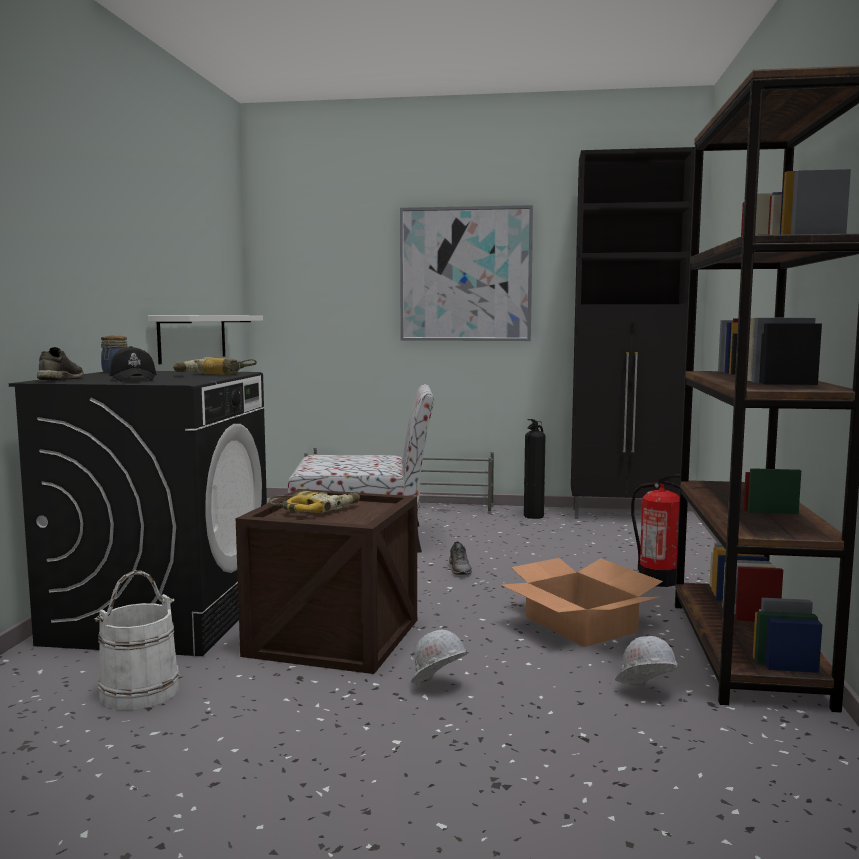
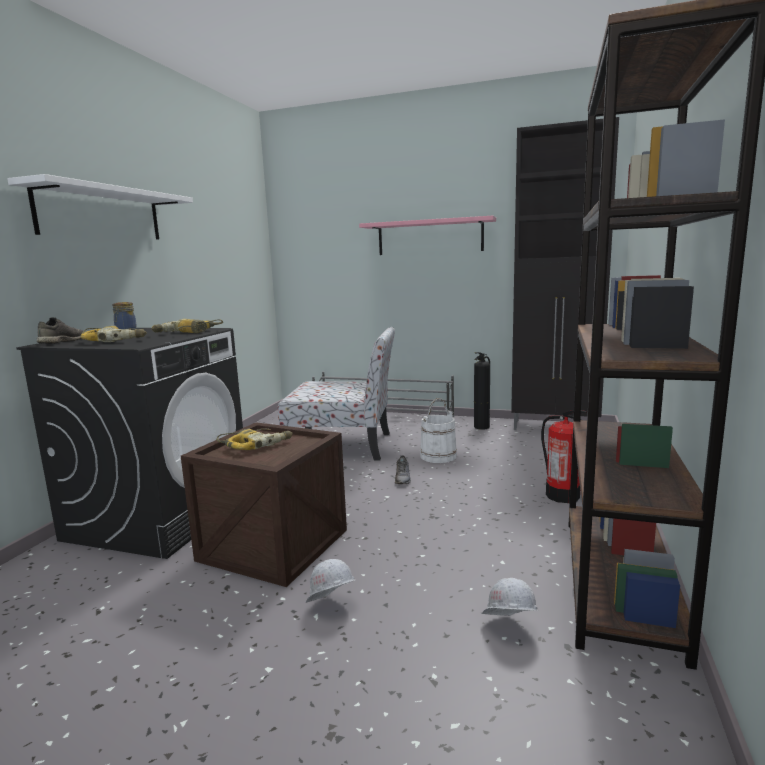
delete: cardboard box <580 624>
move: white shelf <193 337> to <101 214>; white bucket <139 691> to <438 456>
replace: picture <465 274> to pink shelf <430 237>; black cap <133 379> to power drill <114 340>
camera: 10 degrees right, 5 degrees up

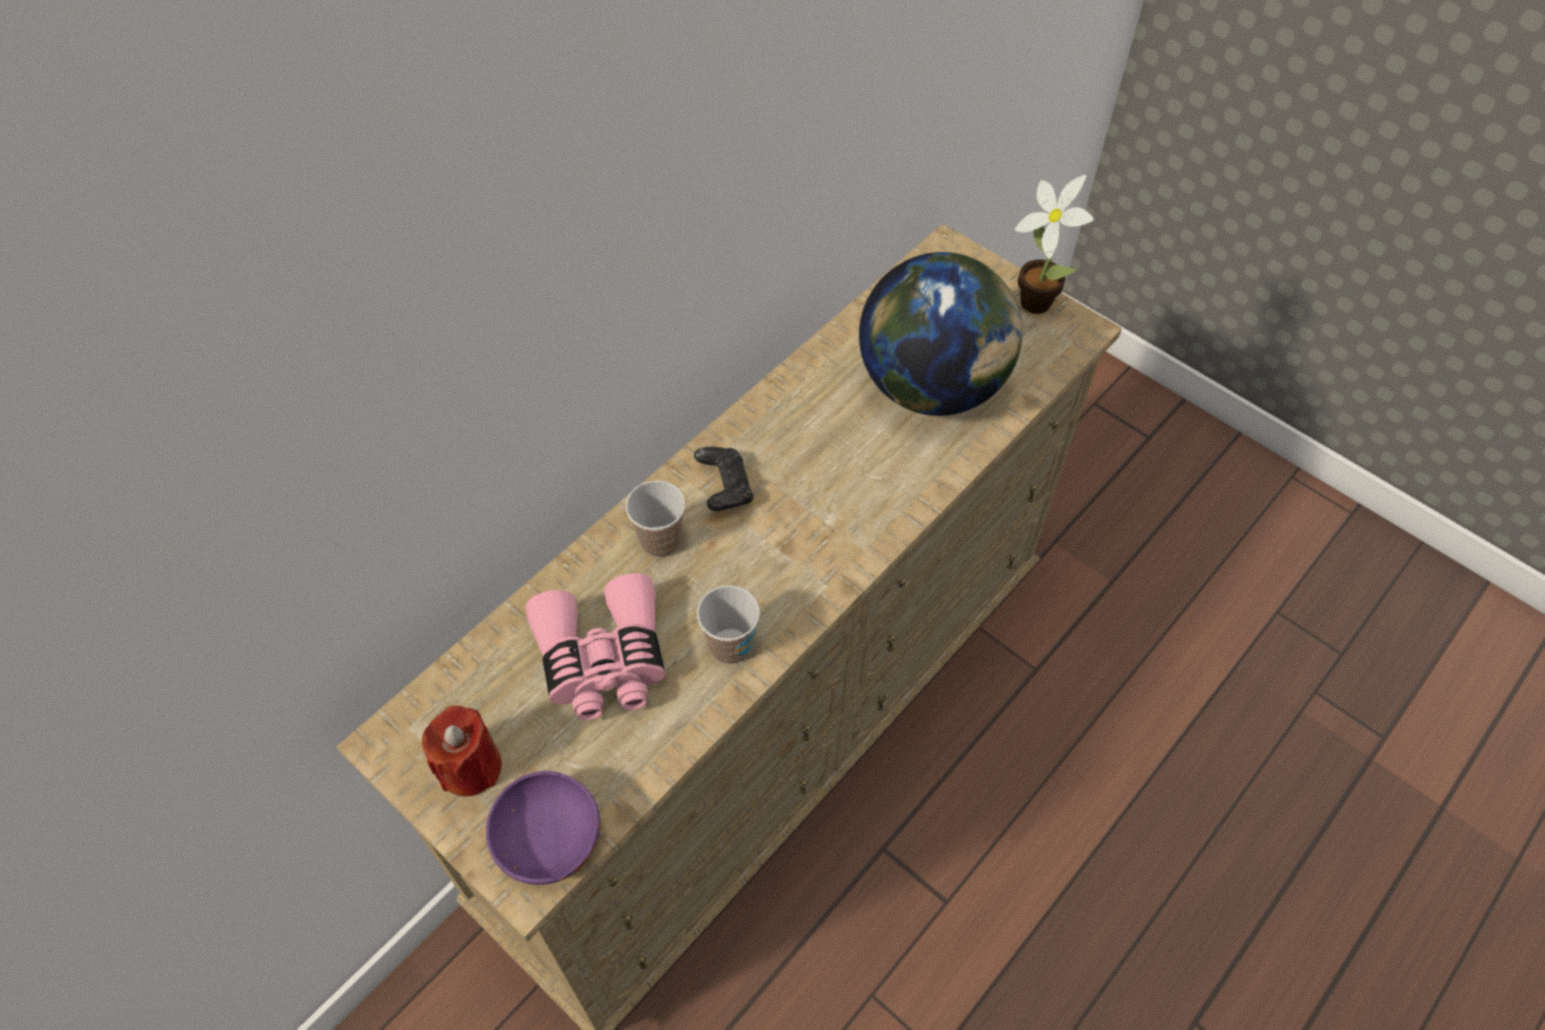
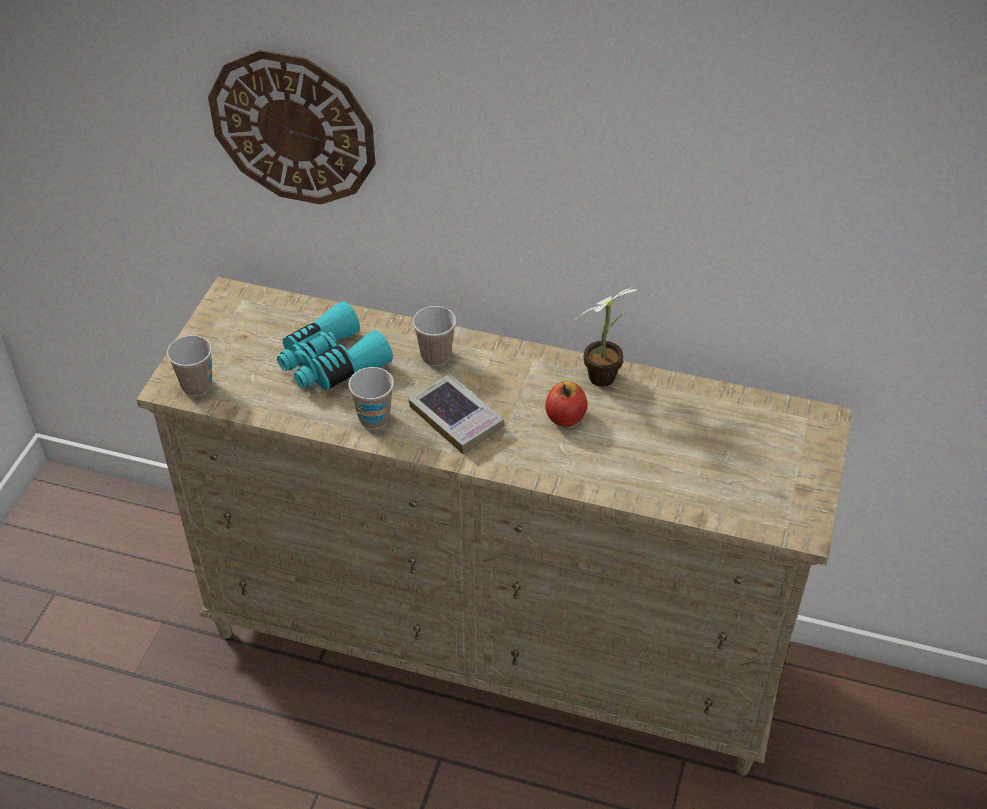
delete: globe <932 386>; black game controller <724 488>; red candle <470 767>
insert: wall clock <293 128>; book <456 418>; apple <565 417>
move: potted plant <1034 298> to <606 375>
replace: purple bowl <548 843> to cup <197 386>
recolor: pink binoculars <603 660> to turquoise binoculars <331 363>
camera: 65 degrees right, 10 degrees down

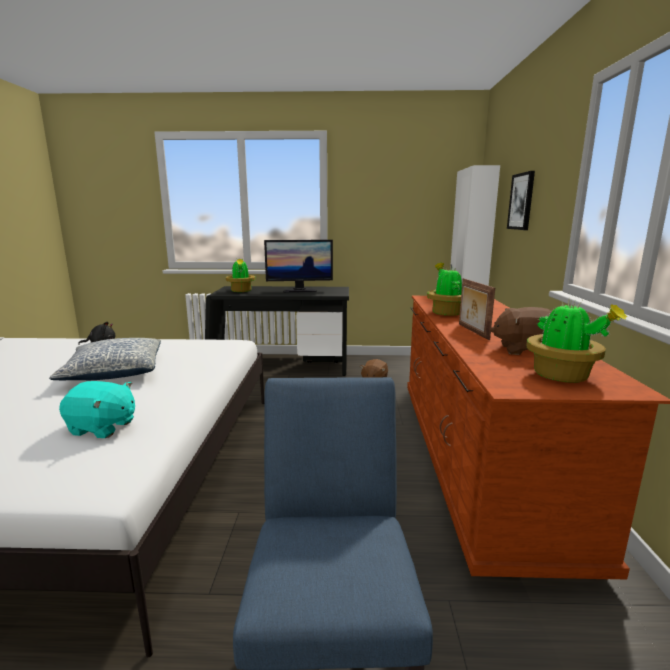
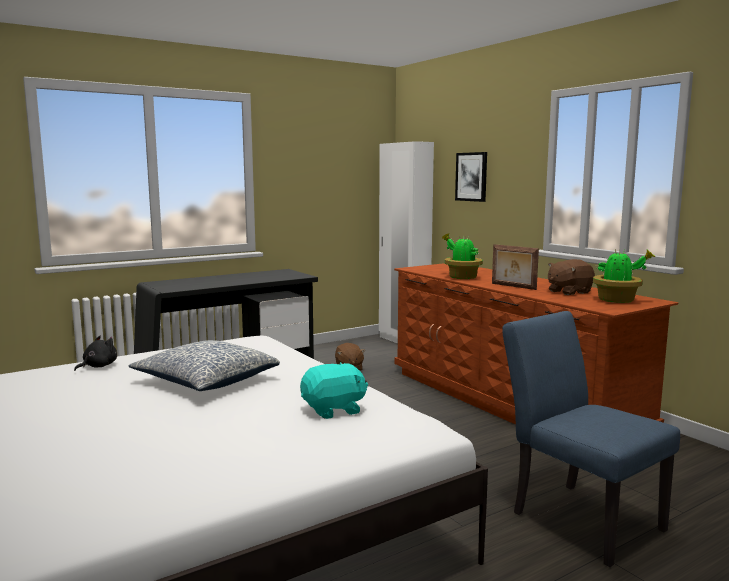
delete: monitor <299 290>; potted plant <241 291>
camera: 35 degrees left, 5 degrees down

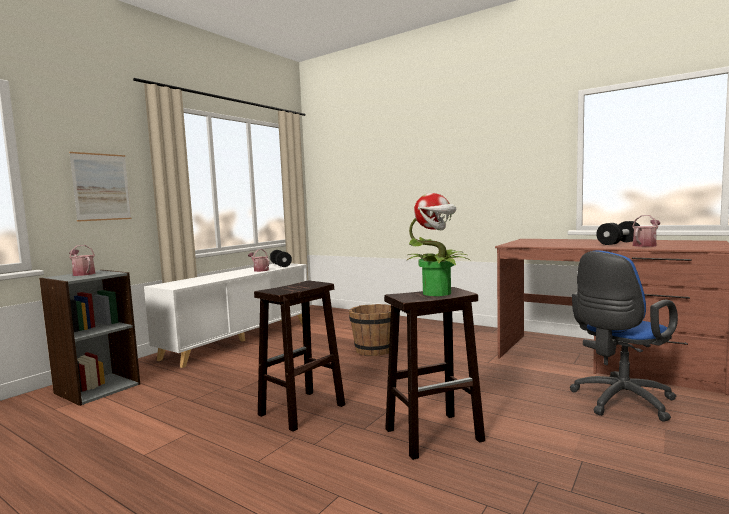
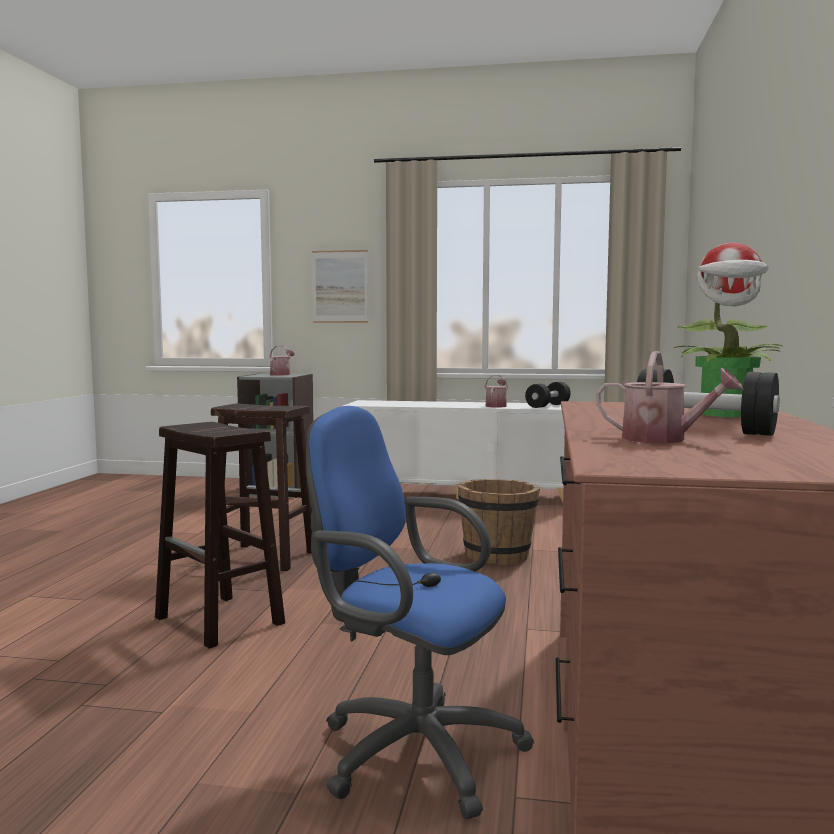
move: potted plant <438 293> to <726 414>
camera: 65 degrees right, 0 degrees up

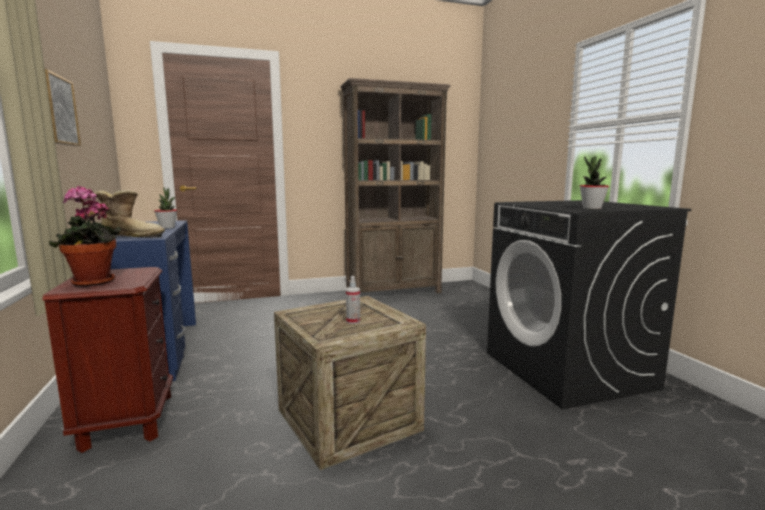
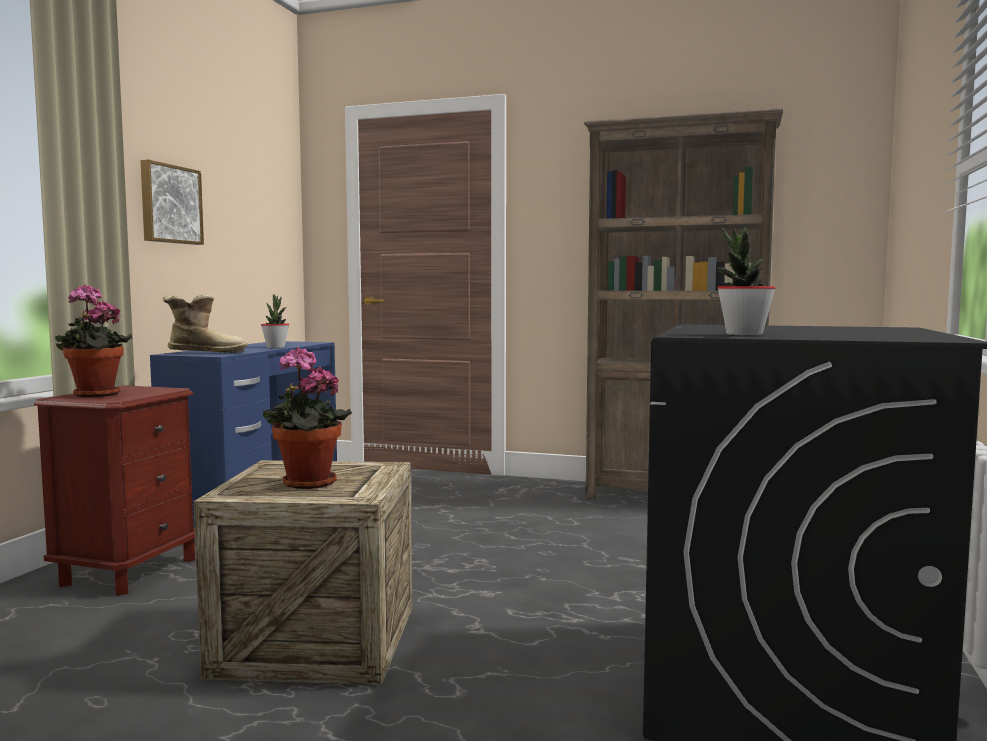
replace: spray bottle <353 321> to potted plant <305 484>
rotate: boot <131 236> = <205 352> 45 degrees counterclockwise
camera: 35 degrees right, 5 degrees down

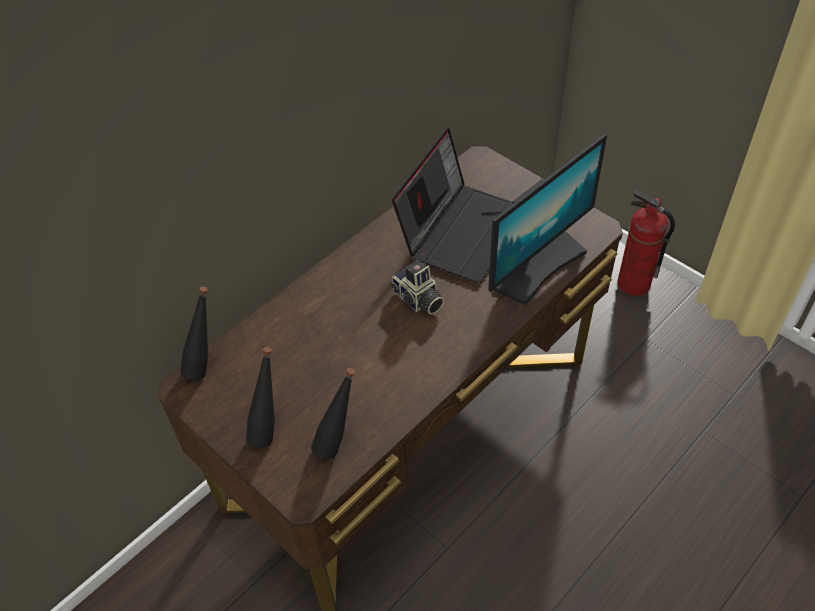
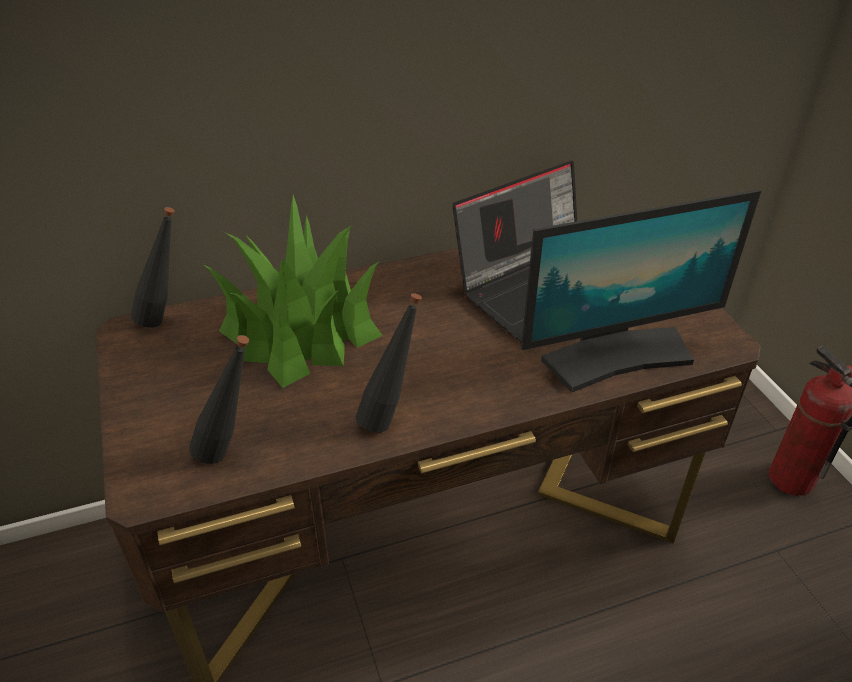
delete: photo camera <418 300>
insert: potted plant <302 331>
move: black bottle <269 429> to <390 417>
camera: 25 degrees right, 10 degrees down

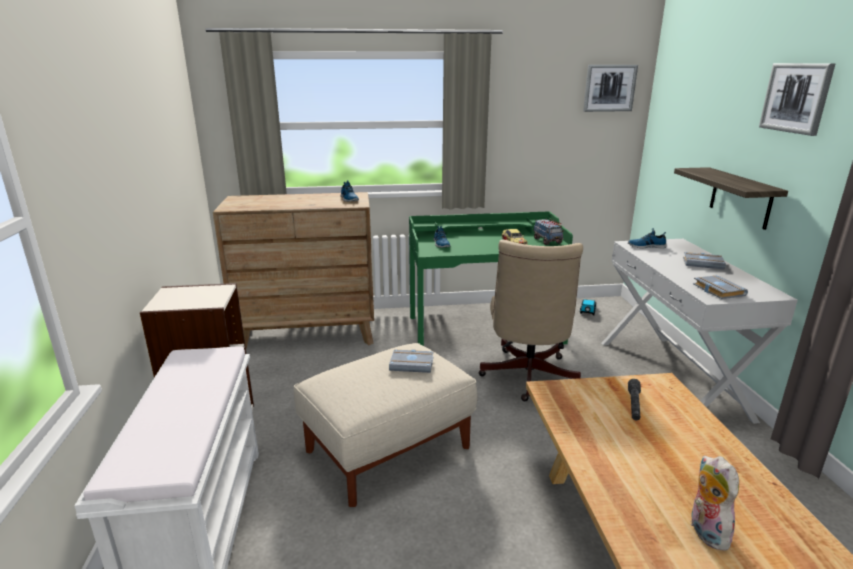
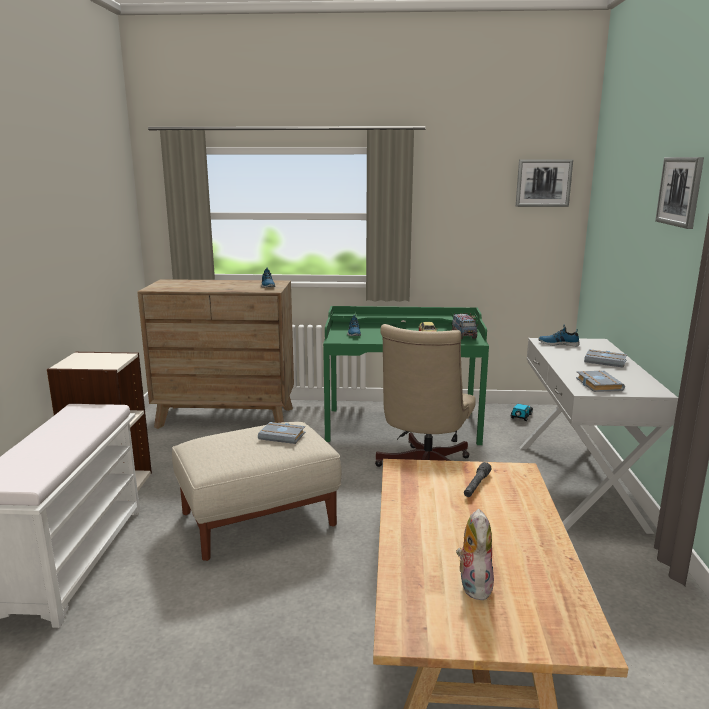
delete: shelf <740 198>
camera: 10 degrees right, 5 degrees down

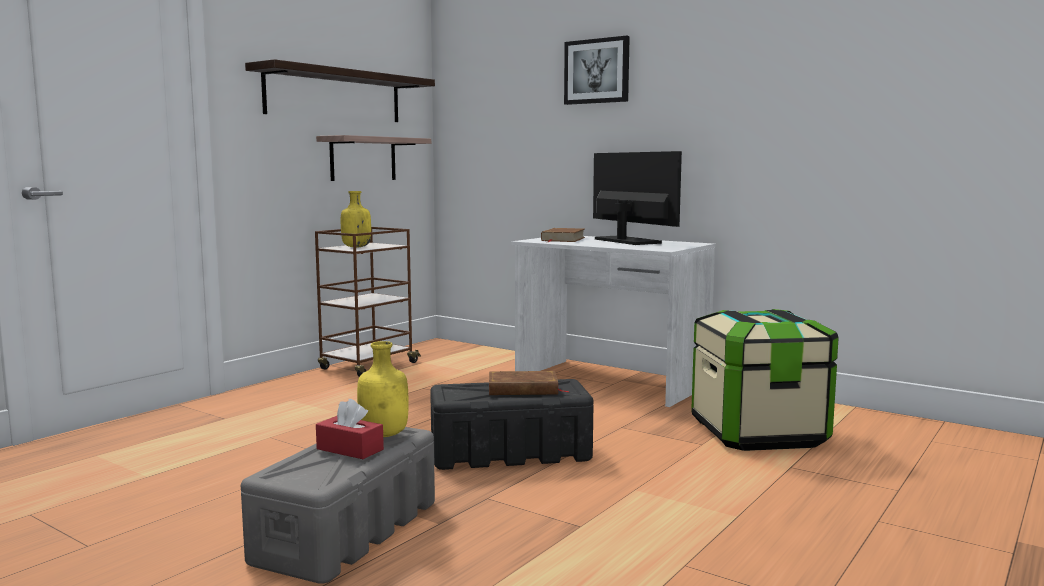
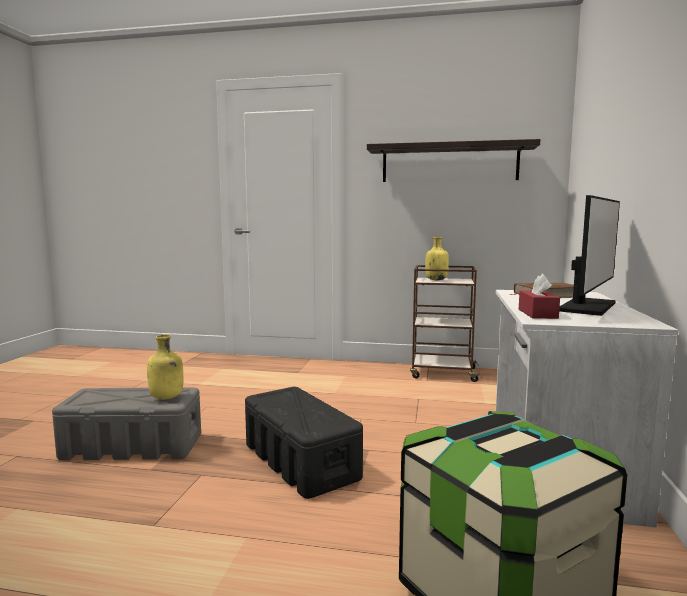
delete: picture <597 71>; shelf <363 159>; brown book <523 389>
move: red tissue box <350 449> to <537 314>
camera: 65 degrees right, 0 degrees up

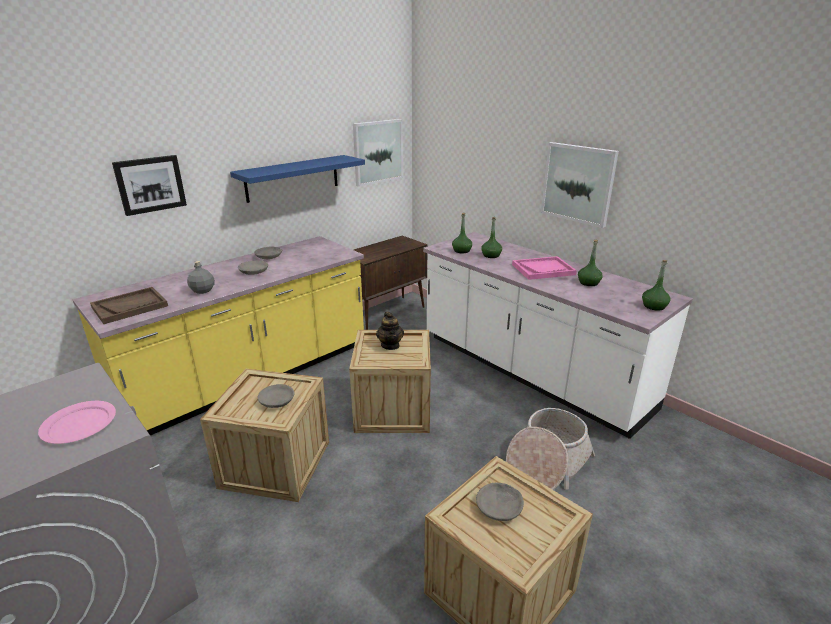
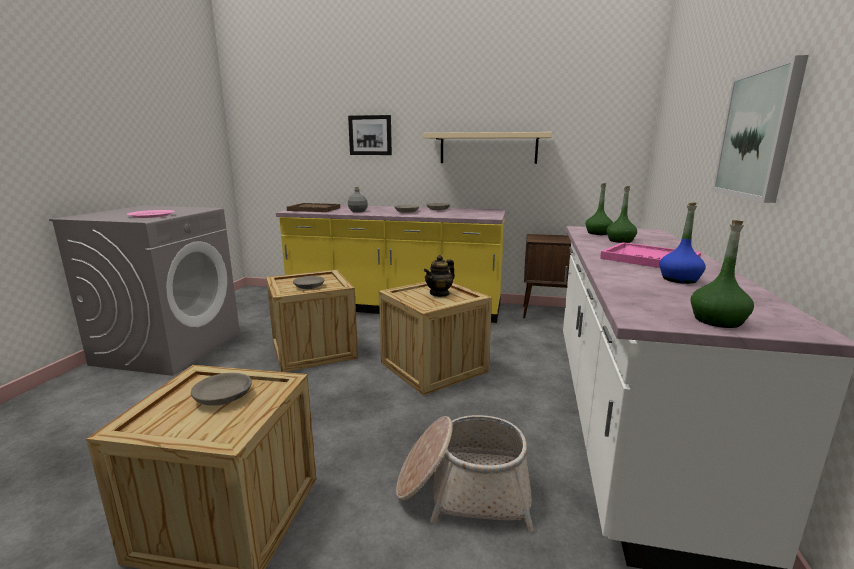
delete: picture <377 152>
recolor: blue shelf <292 178> to beige shelf <488 148>; green bottle <588 283> to blue bottle <679 279>
camera: 55 degrees right, 10 degrees down

